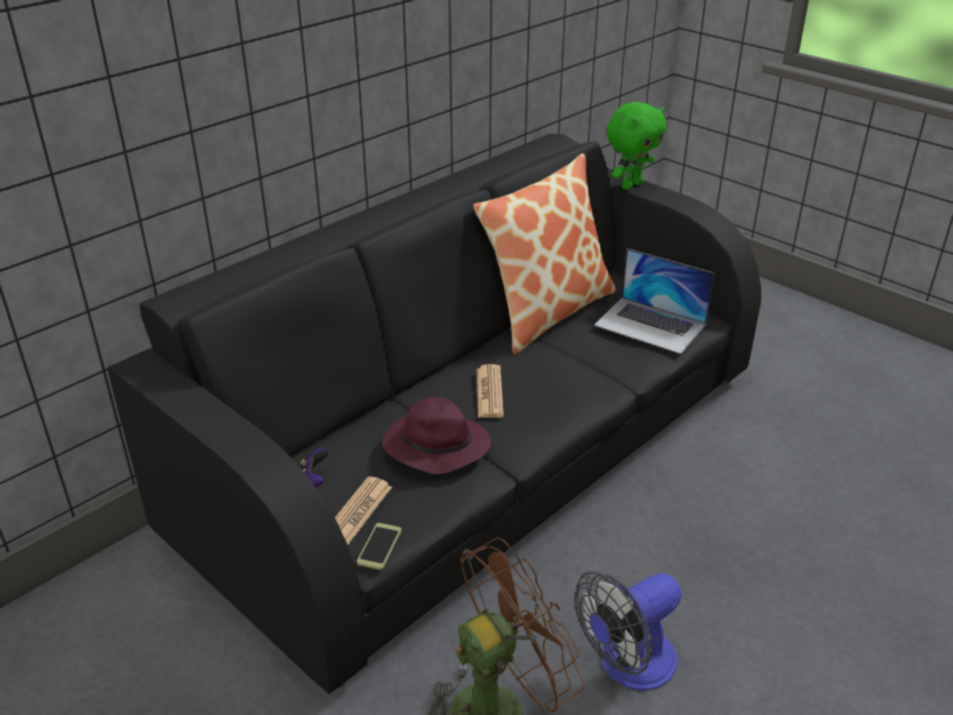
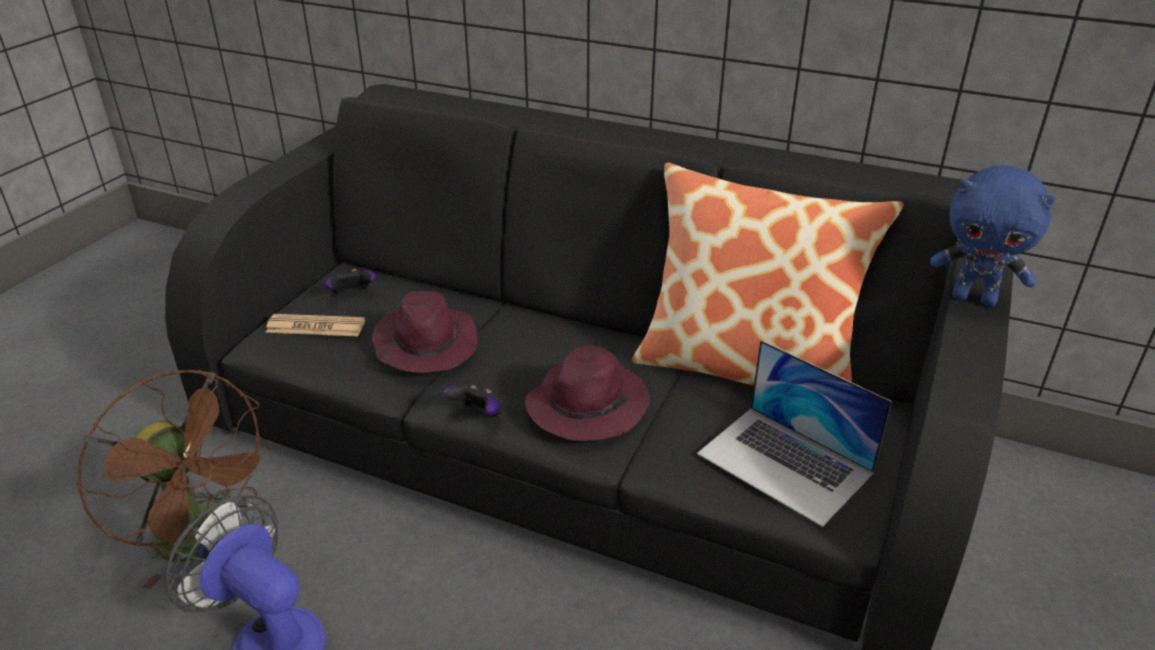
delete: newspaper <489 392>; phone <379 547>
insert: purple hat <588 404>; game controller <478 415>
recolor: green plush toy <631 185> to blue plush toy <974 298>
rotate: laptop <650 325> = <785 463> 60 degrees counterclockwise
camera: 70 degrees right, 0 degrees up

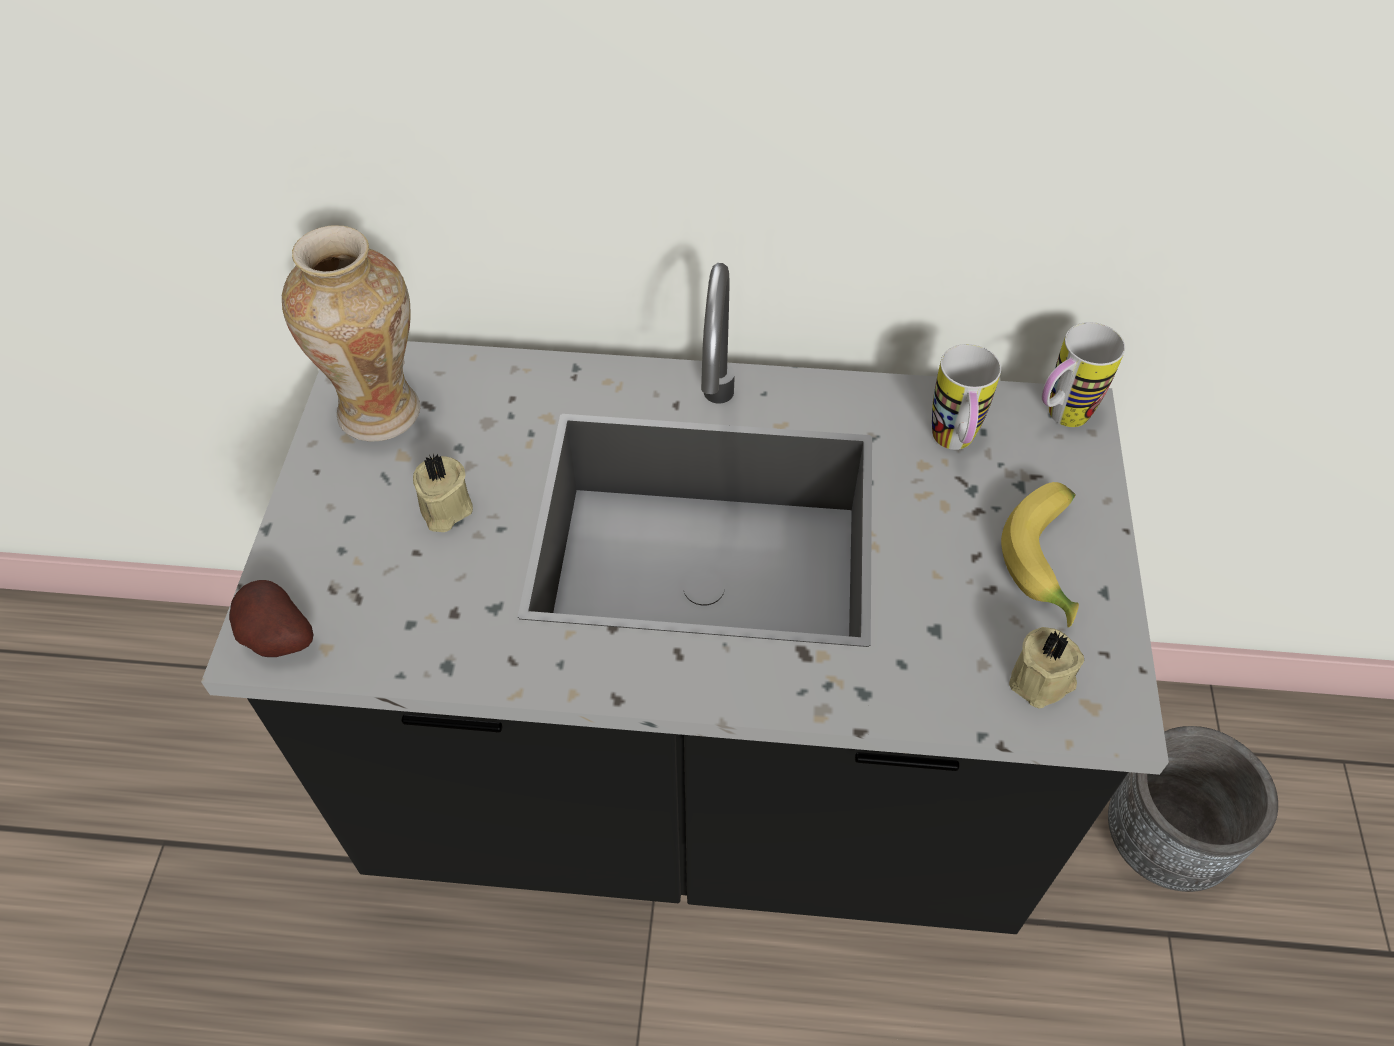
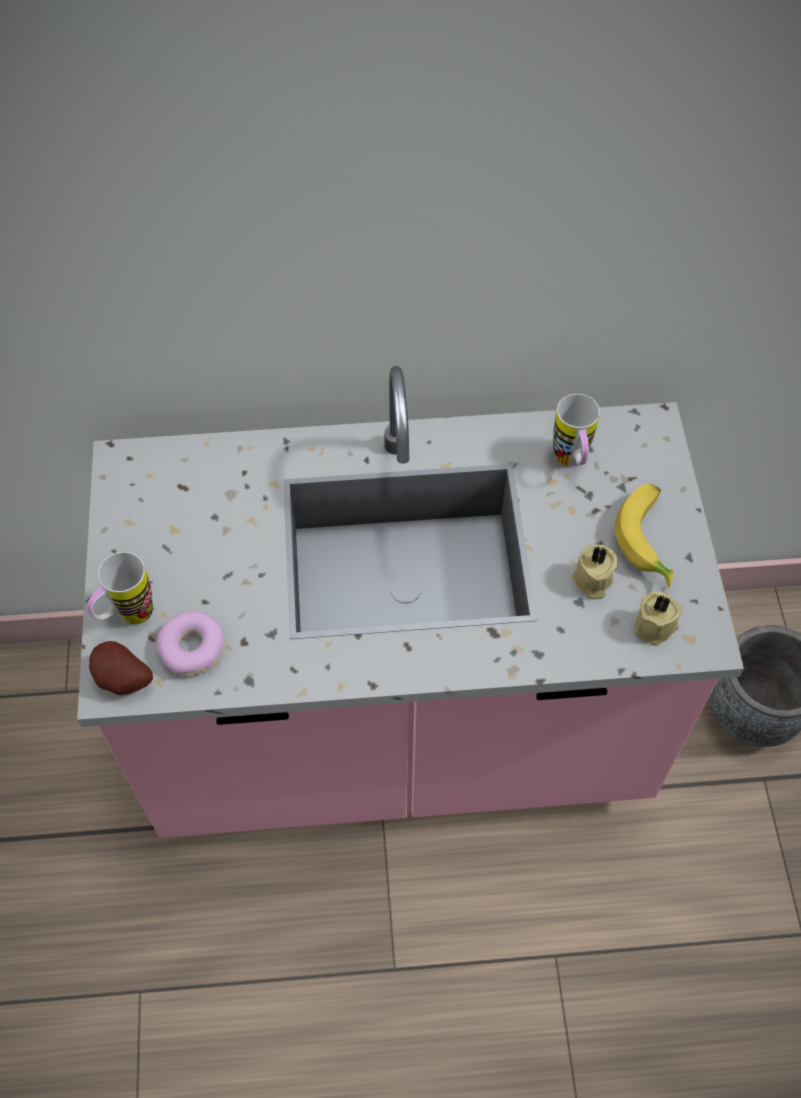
delete: vase <381 410>
insert: donut <193 648>
move: mug <1058 418> to <127 617>; beige candle <444 509> to <592 581>
recolor: black counter <697 792> to pink counter <400 733>
camera: 10 degrees left, 5 degrees up

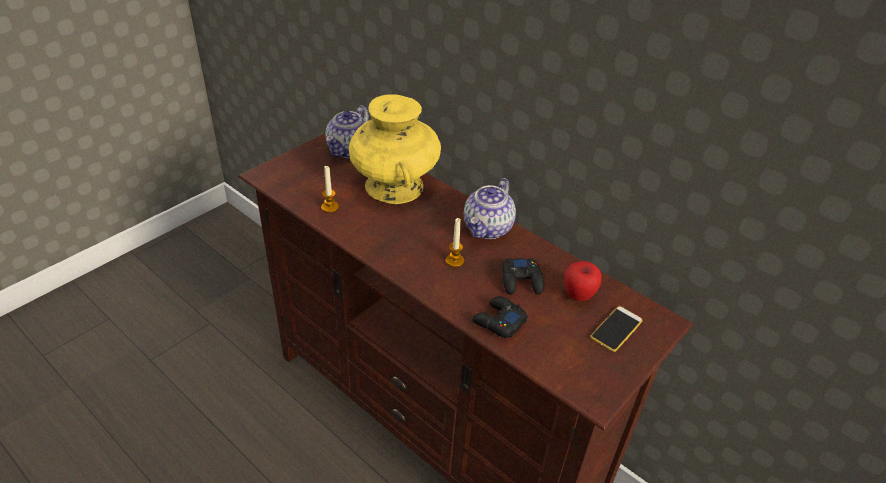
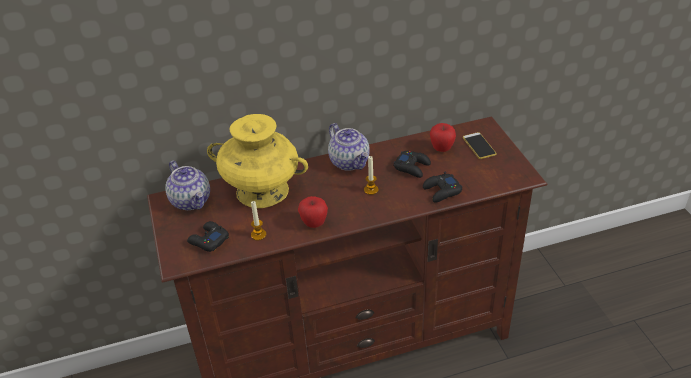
insert: apple <314 223>; black game controller <208 240>
camera: 55 degrees left, 0 degrees up

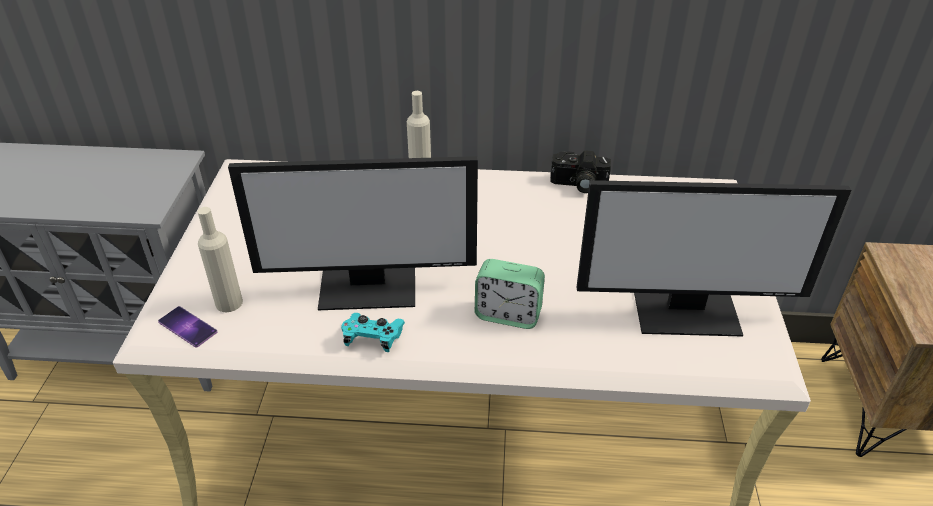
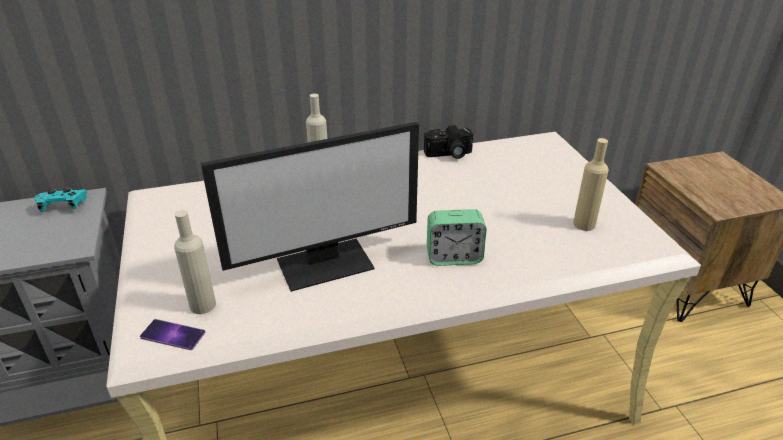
move: turquoise game controller <373 338> to <63 206>
replace: monitor <687 312> to beige bottle <584 224>
camera: 20 degrees left, 5 degrees down

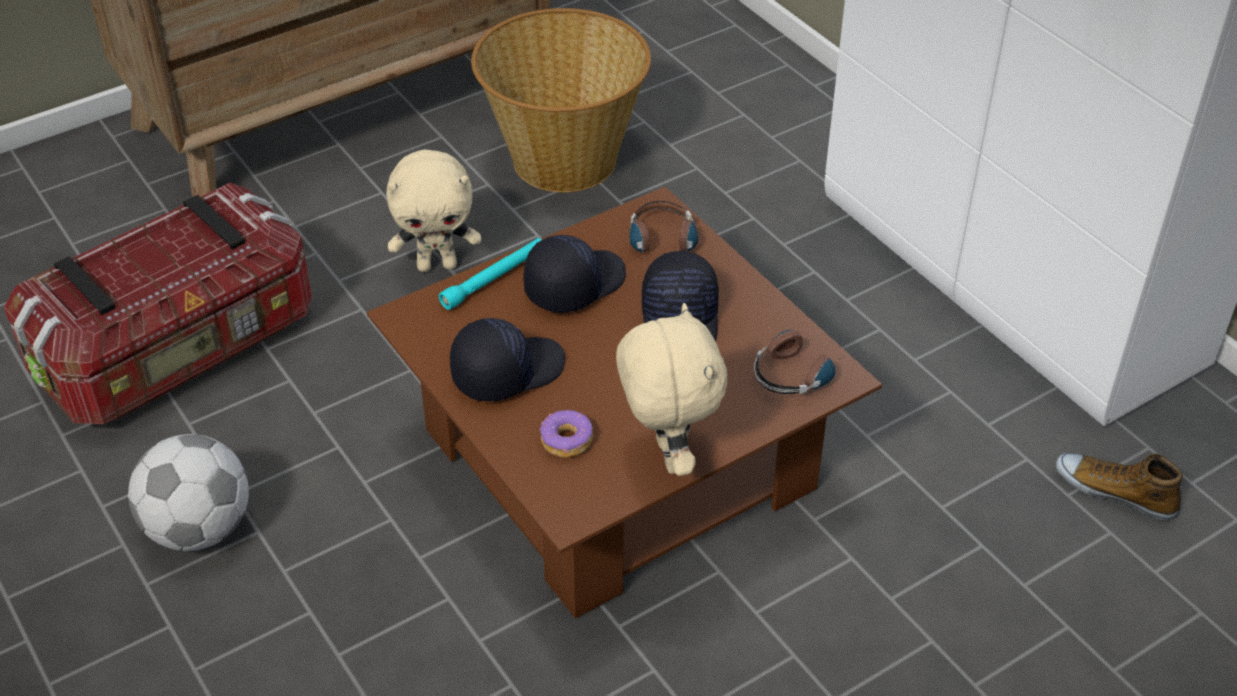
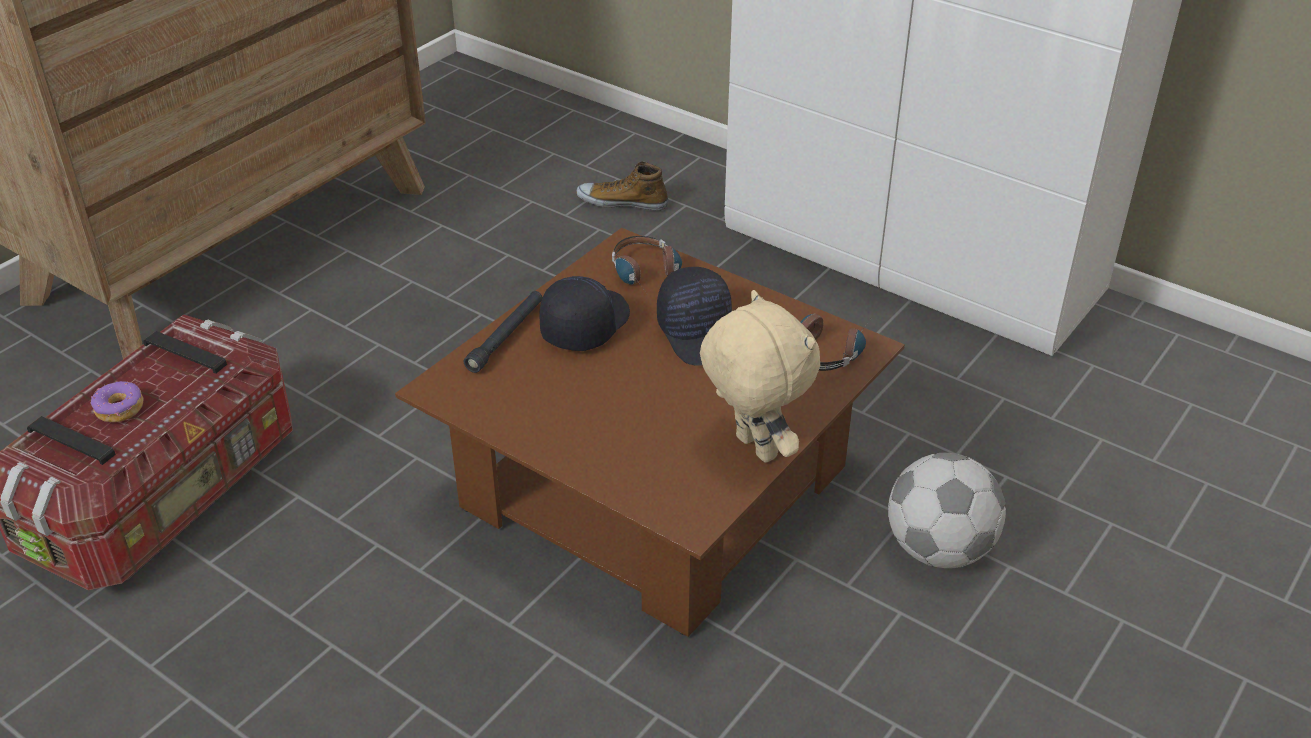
delete: basket <564 159>; beige plush toy <437 265>; black cap <506 371>
move: donut <566 441> to <119 409>; football <199 528> to <938 549>; shoe <1115 491> to <622 202>
recolor: turquoise flashlight <494 279> to black flashlight <506 336>
camera: 20 degrees left, 5 degrees down

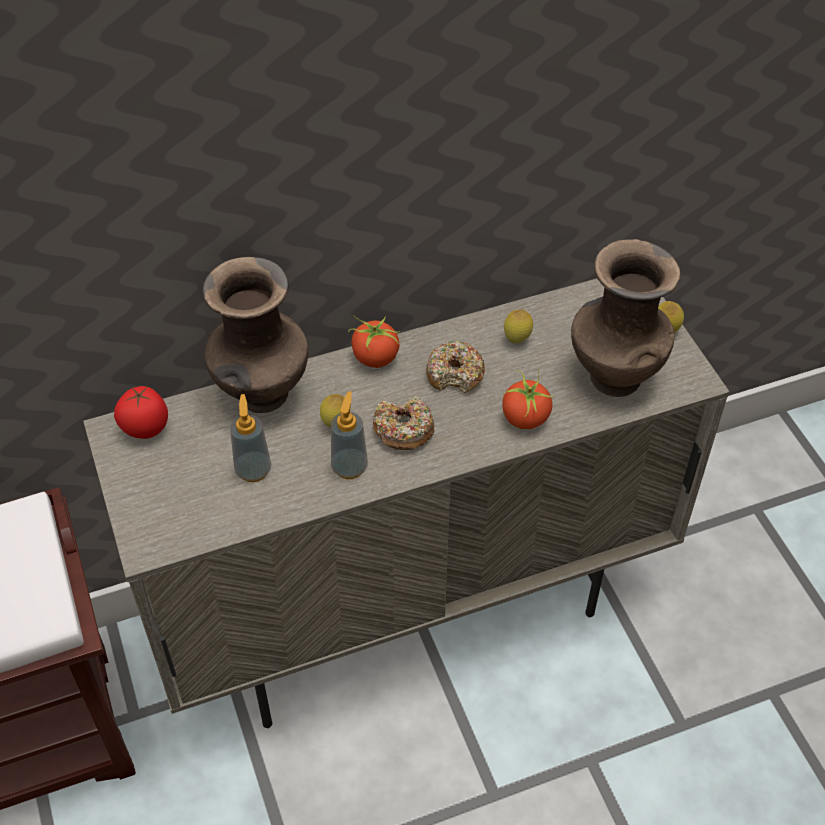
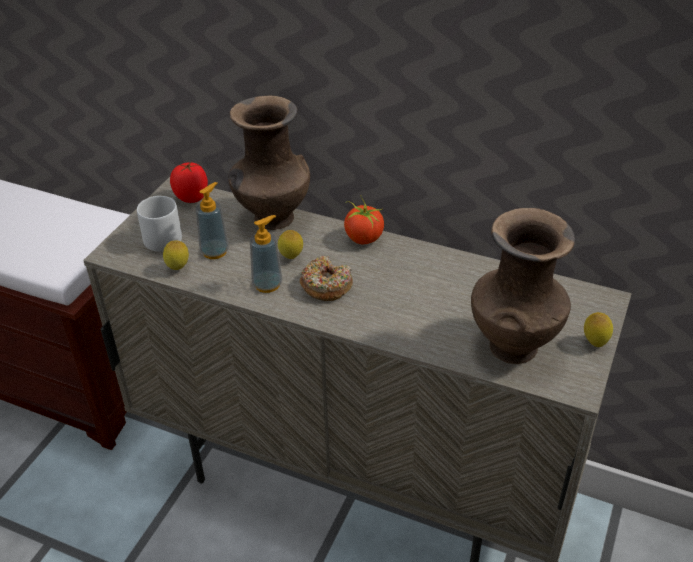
delete: donut <455 374>; tomato <525 418>
insert: grey mug <165 237>
move: lemon <517 340> to <178 269>
camera: 45 degrees right, 10 degrees down

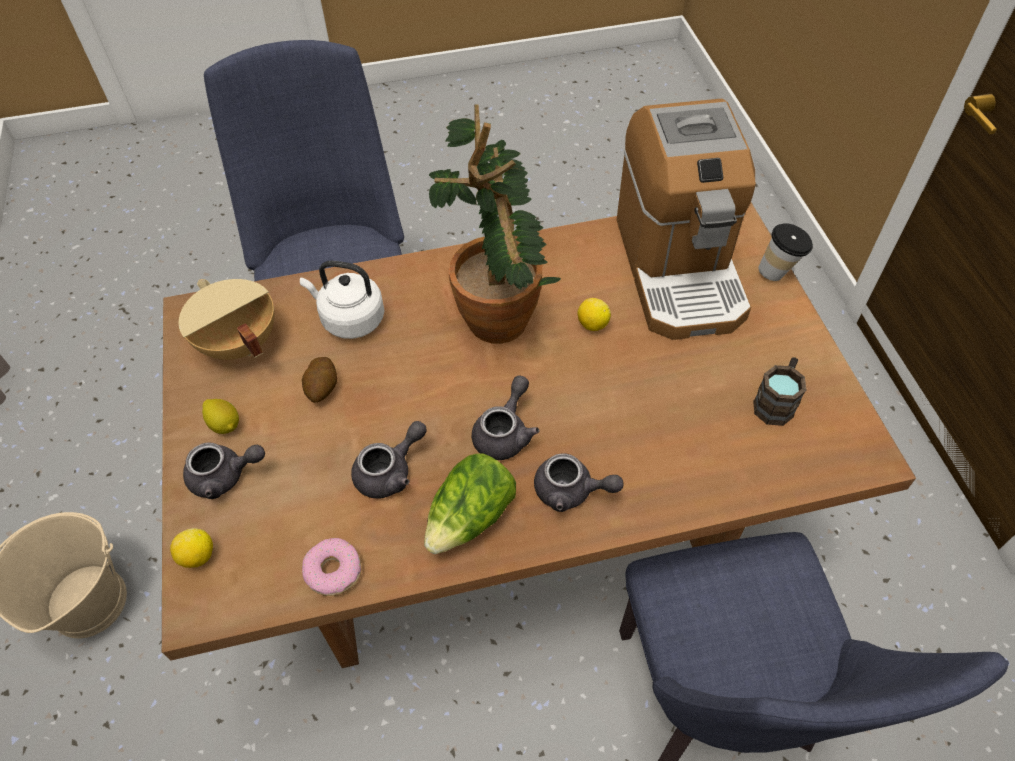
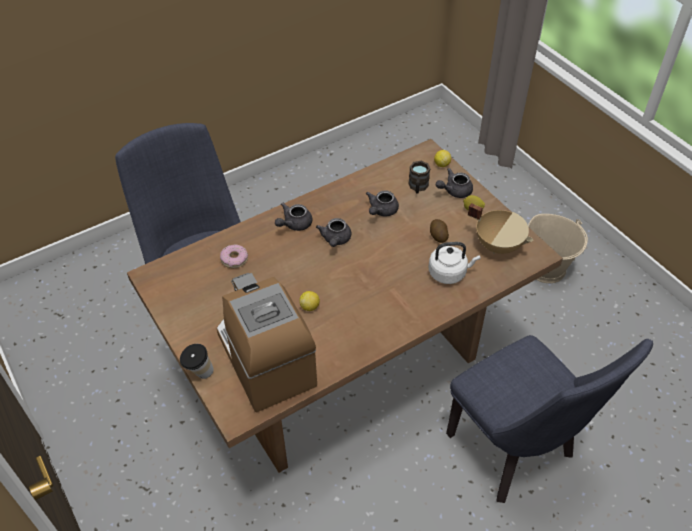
delete: potted plant <501 308>; lettuce <471 517>
move: brown mug <776 402> to <418 187>; donut <334 571> to <234 259>
rotate: grey teapot <571 491> = <294 224> 45 degrees counterclockwise
camera: 160 degrees right, 5 degrees down

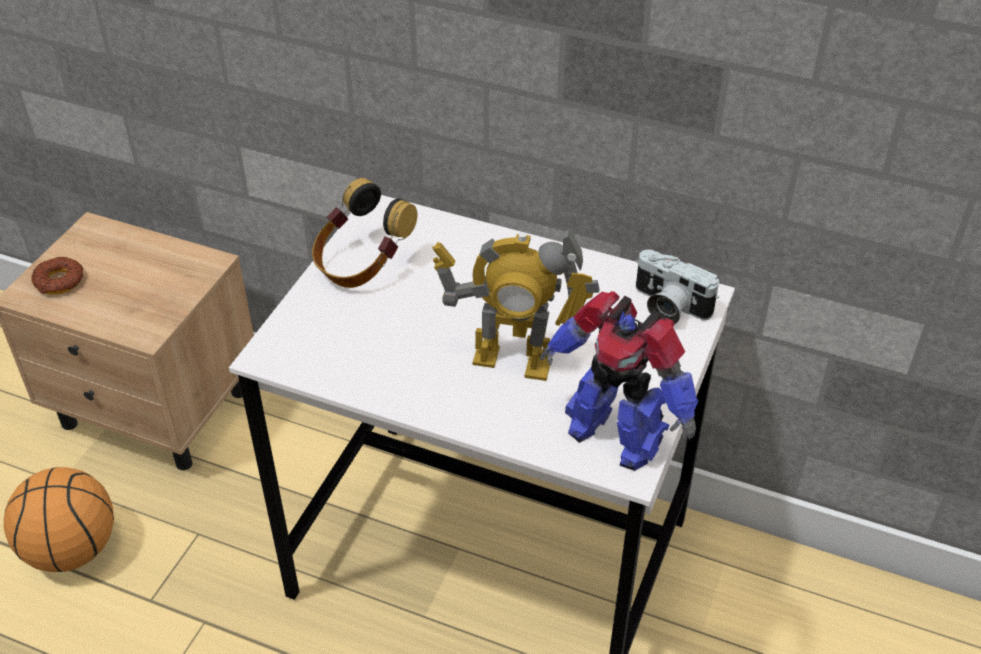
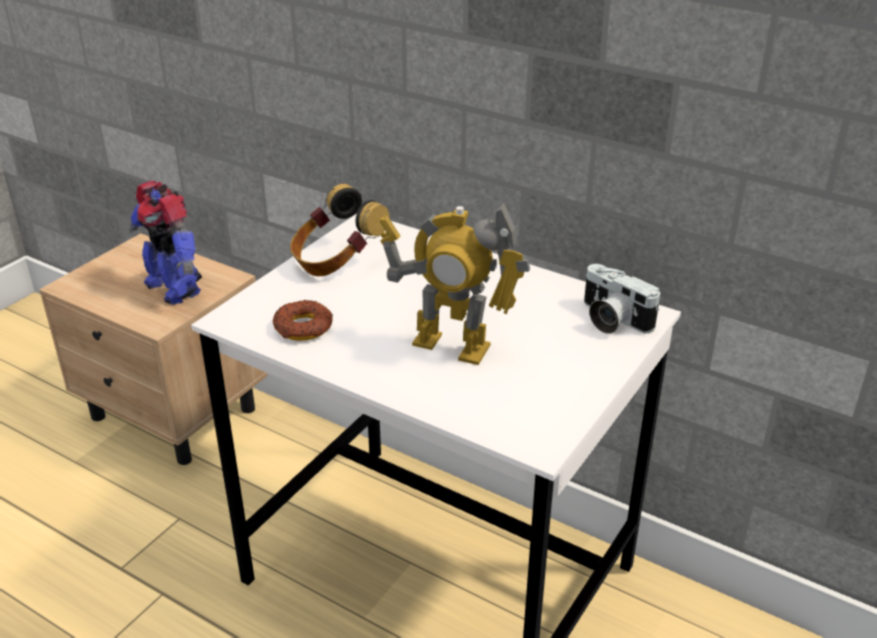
delete: basketball <71 549>
move: donut <59 281> to <303 327>; toy robot <614 434> to <174 287>
camera: 10 degrees right, 10 degrees down

